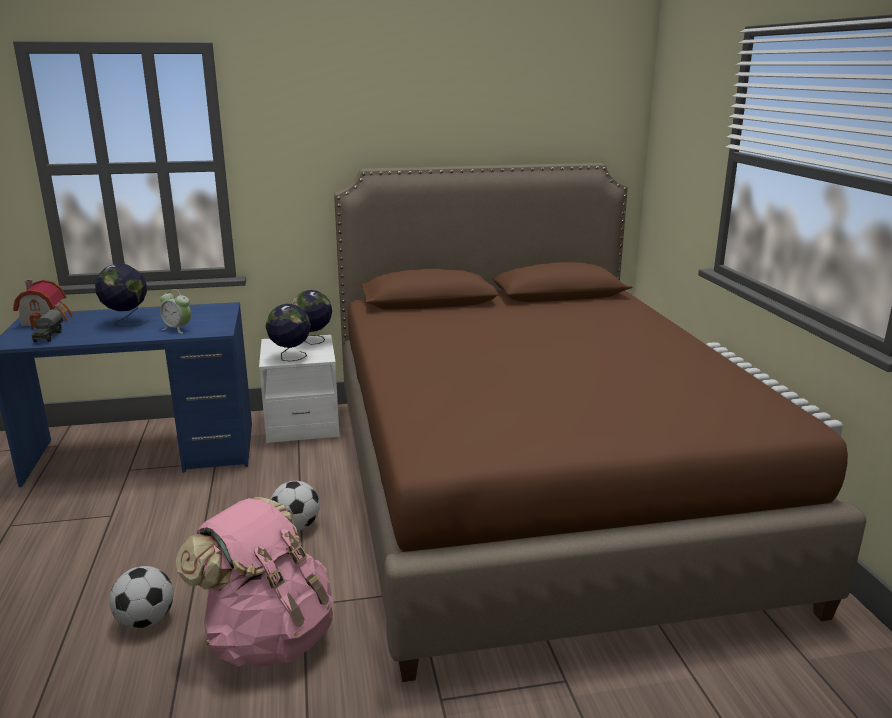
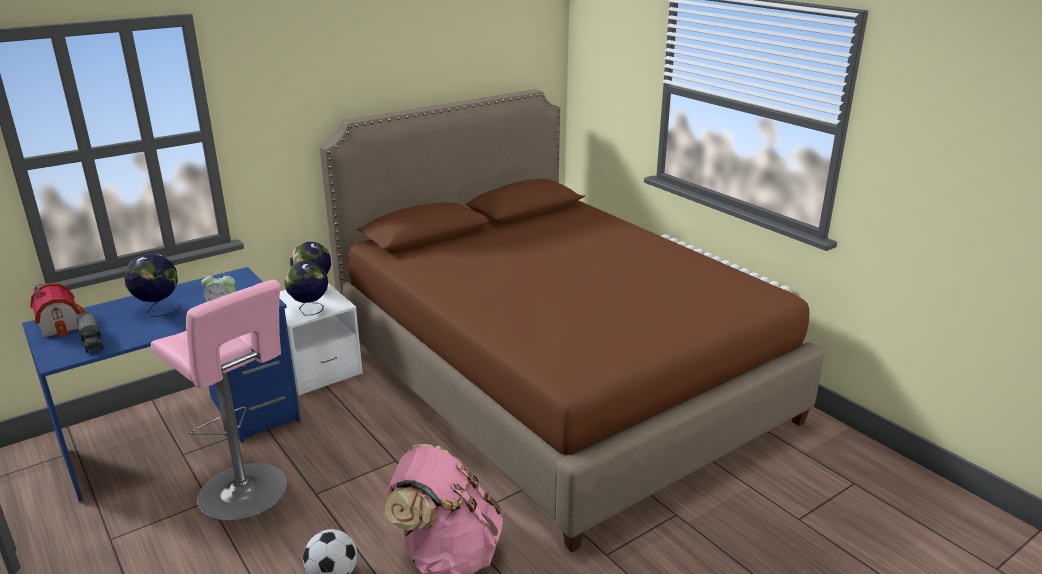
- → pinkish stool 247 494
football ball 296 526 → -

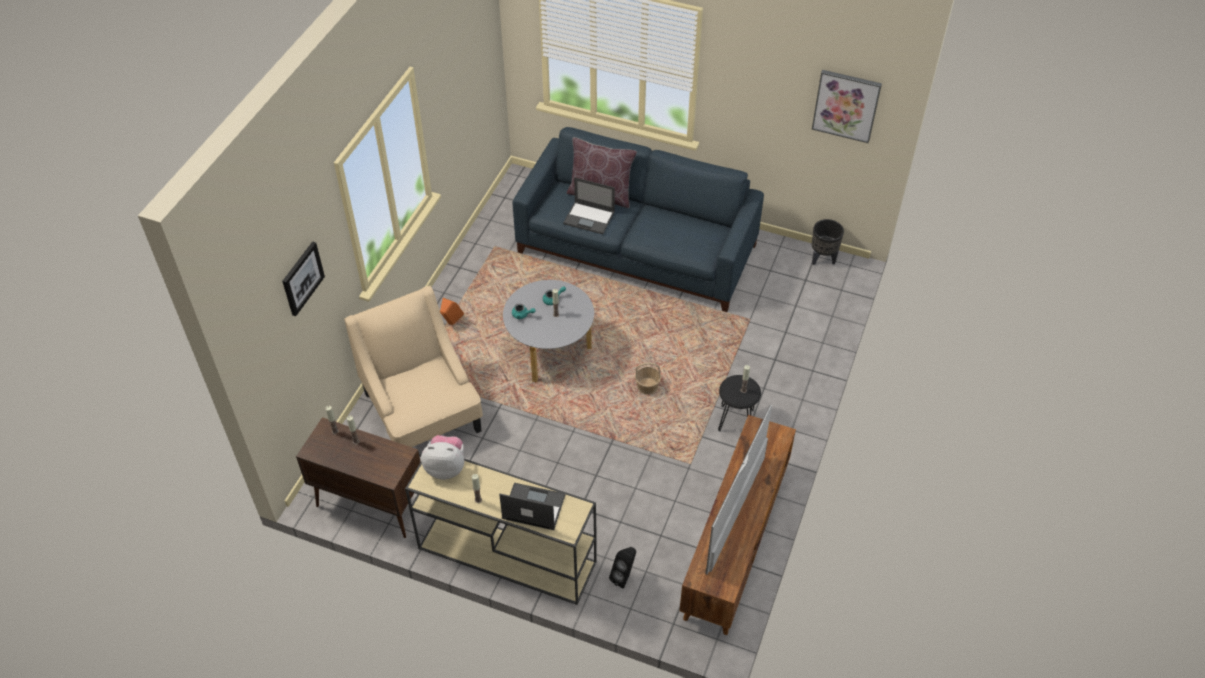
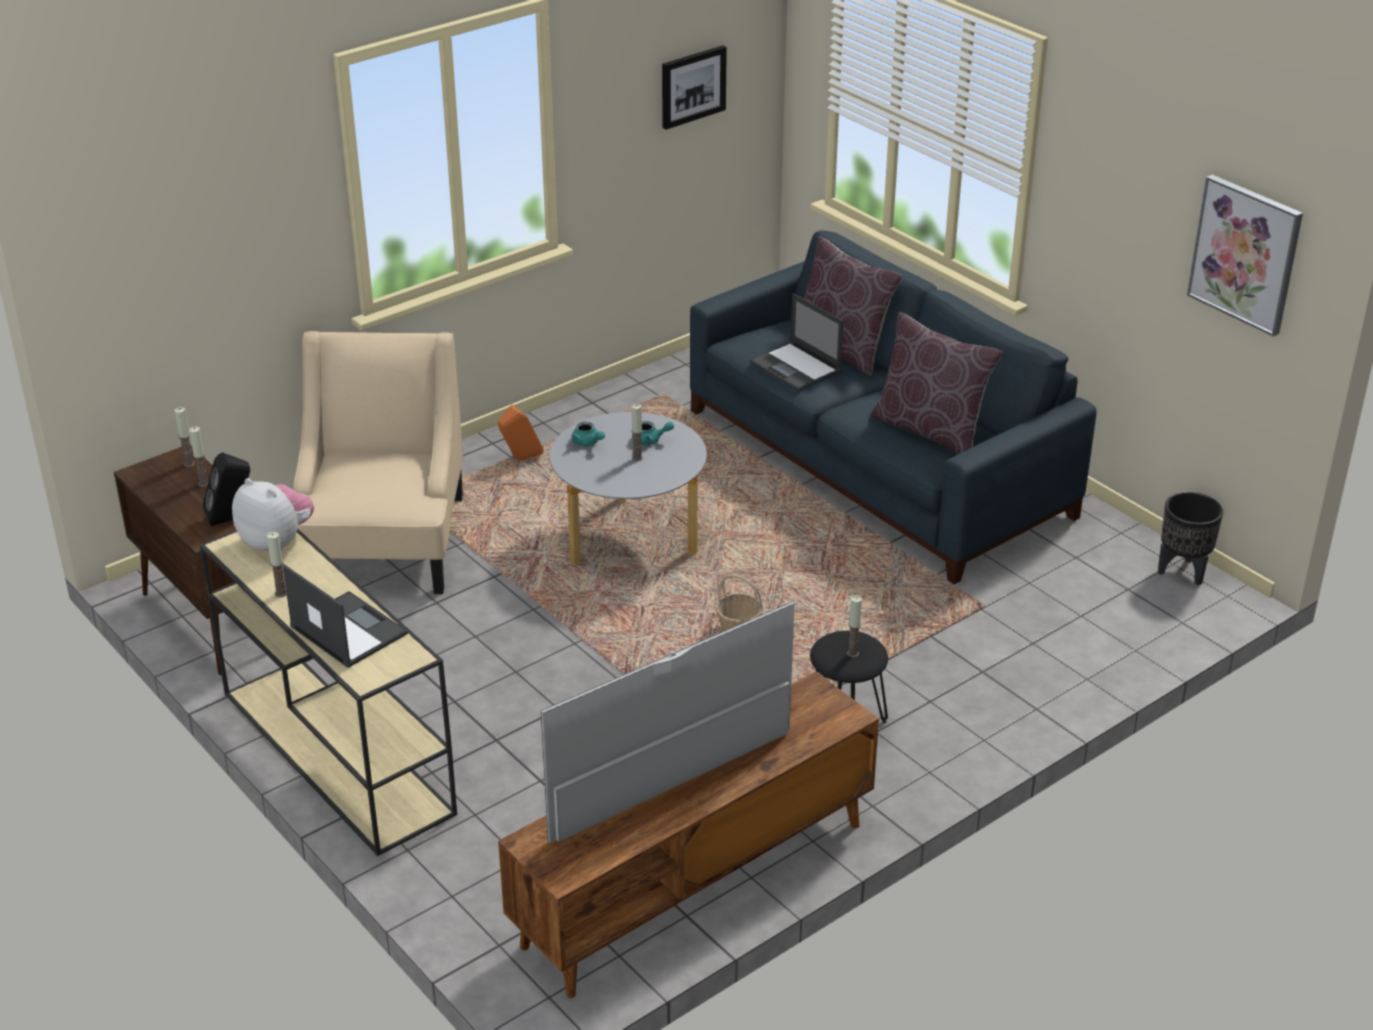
black audio speaker 624 576 → black audio speaker 231 519, move
wall art 302 278 → wall art 692 86, move
- → brown throw pillow 930 430

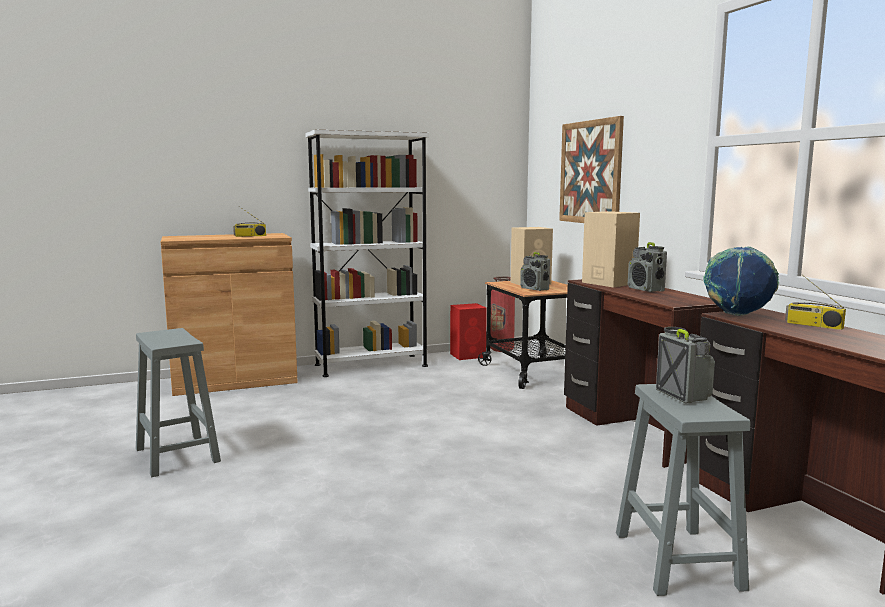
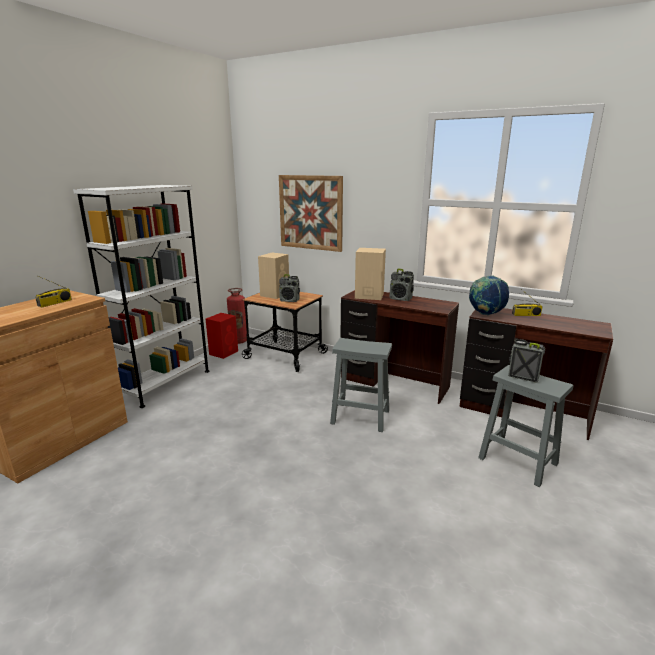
grey stool 176 454 → grey stool 359 417, move

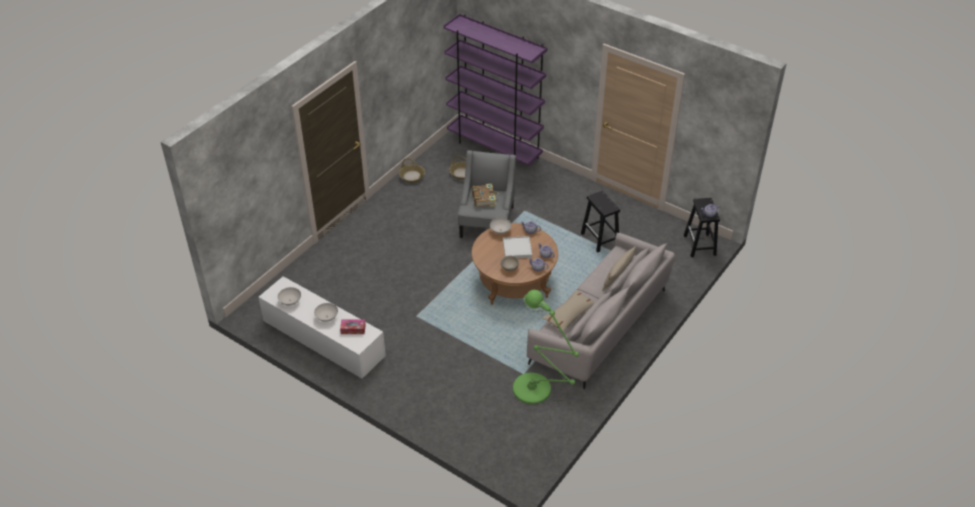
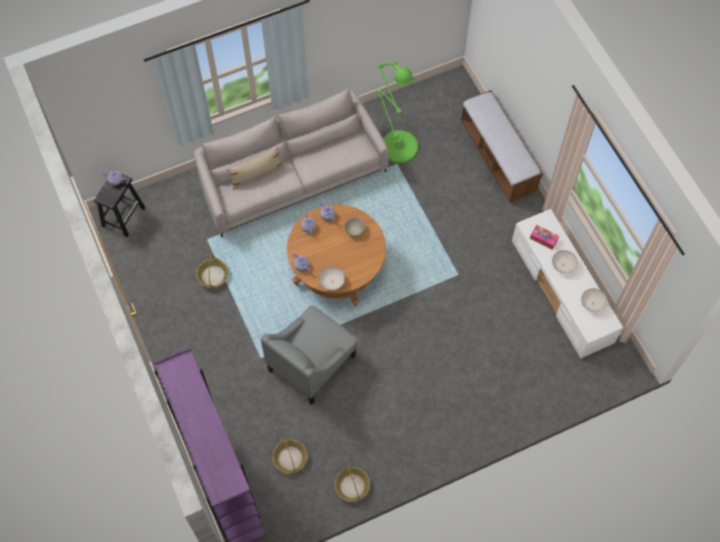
black stool 600 239 → storage basket 212 275
- → bench 498 157
bound book 484 199 → -
whitish serving tray 517 249 → -
beige throw pillow 569 315 → -

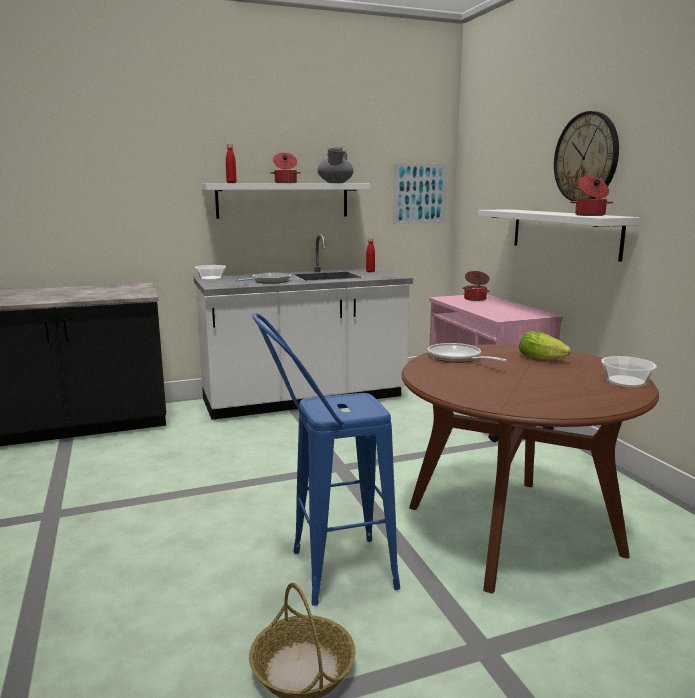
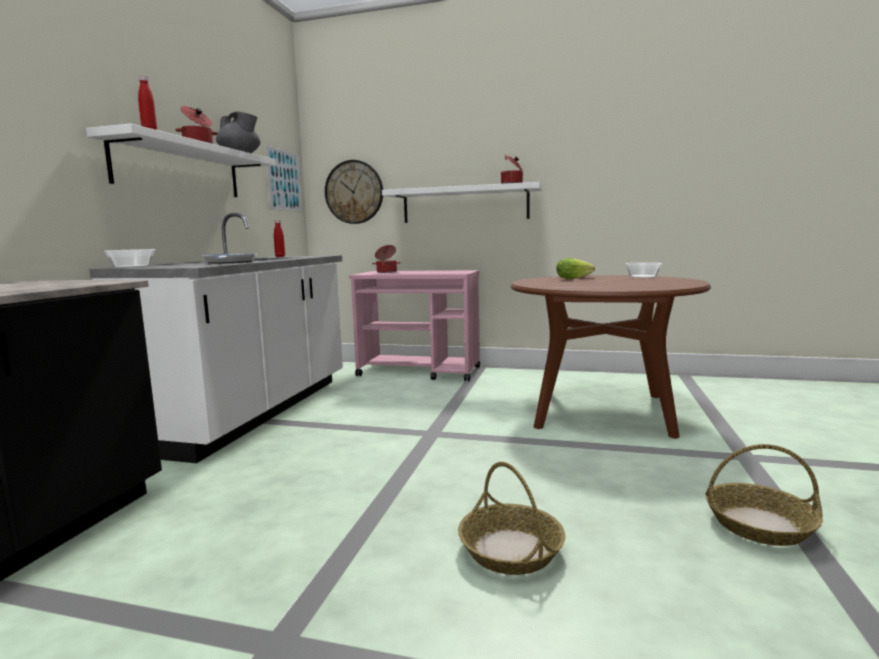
hanging clock 586 157 → hanging clock 354 192, move
- → storage basket 510 550
blue-coloured stool 325 573 → -
skillet 457 358 → -

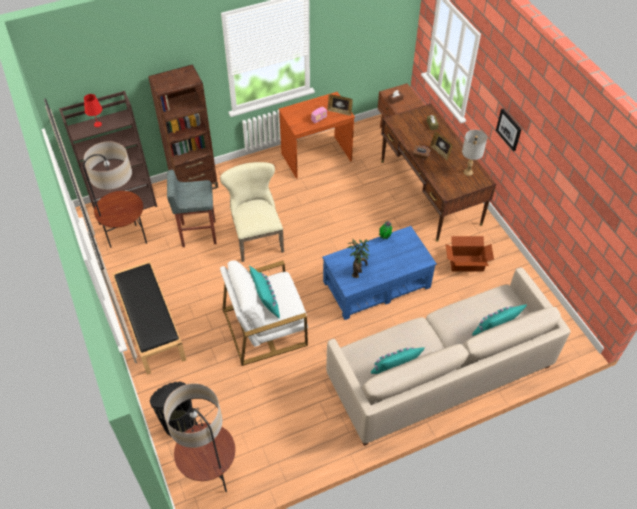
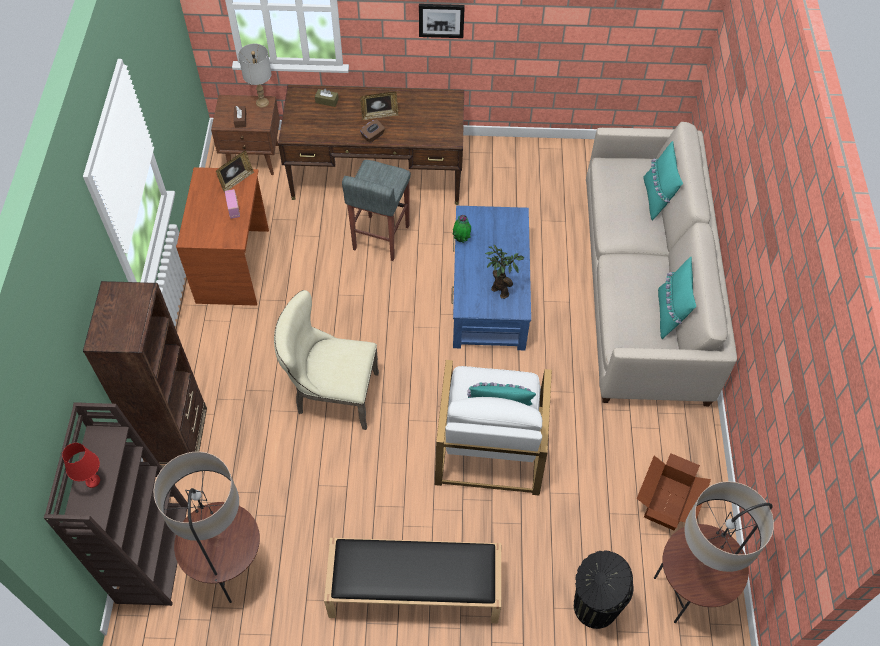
grey table lamp 468 172 → grey table lamp 262 102, move
grey stool 198 233 → grey stool 380 238, move
packing box 466 263 → packing box 668 502, move

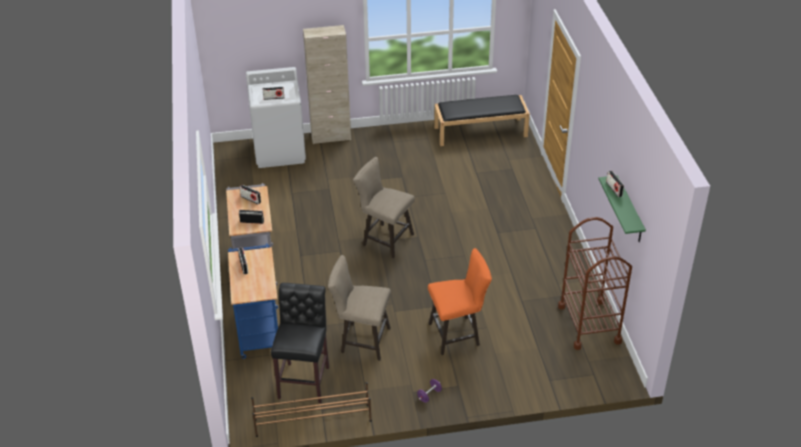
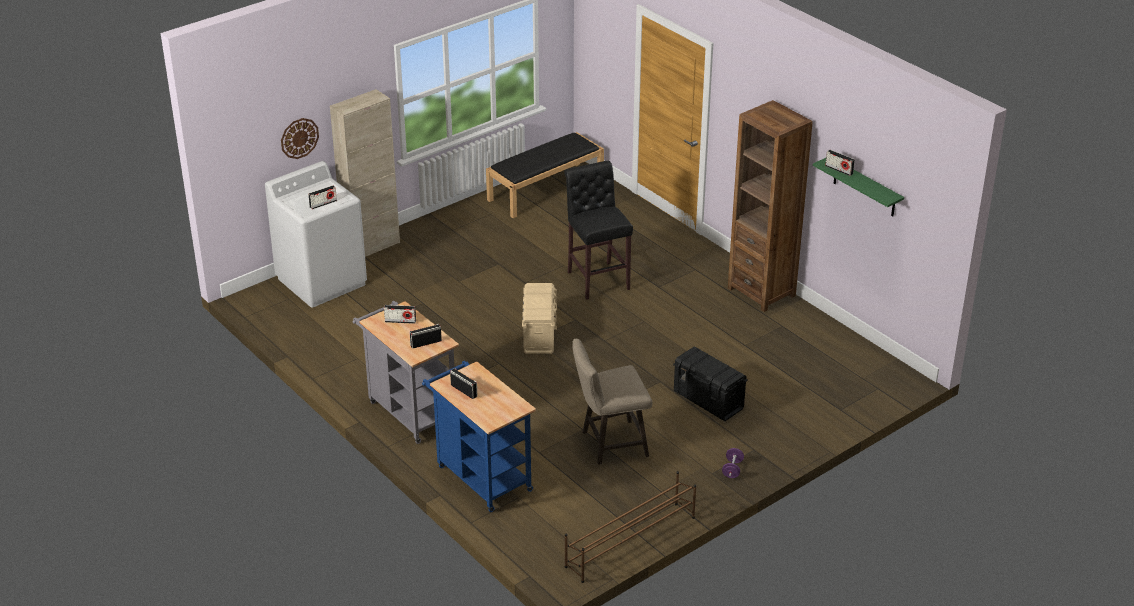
- → hanging clock 299 138
beige stool 384 239 → beige storage container 539 334
black stool 305 380 → black stool 597 279, move
orange-coloured stool 458 334 → black storage container 708 400
- → brown bookcase 761 292
brown wheeled cart 589 324 → -

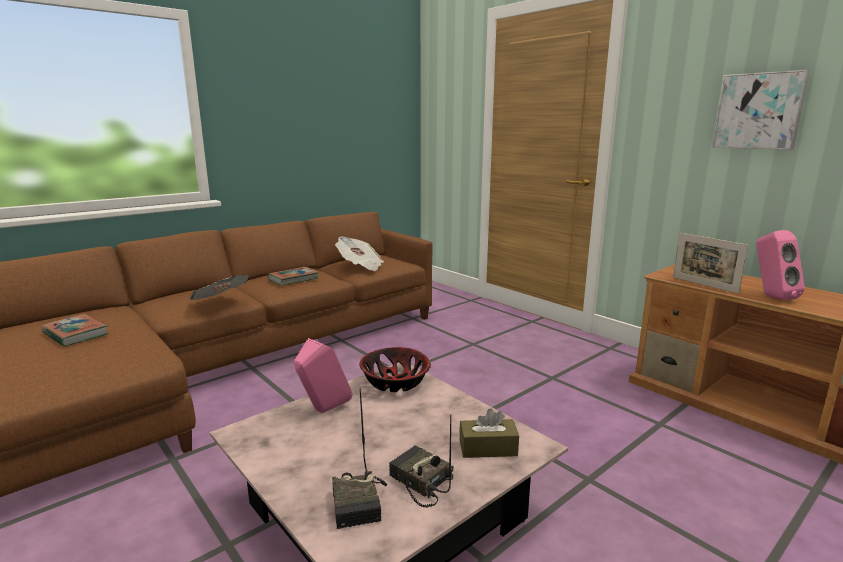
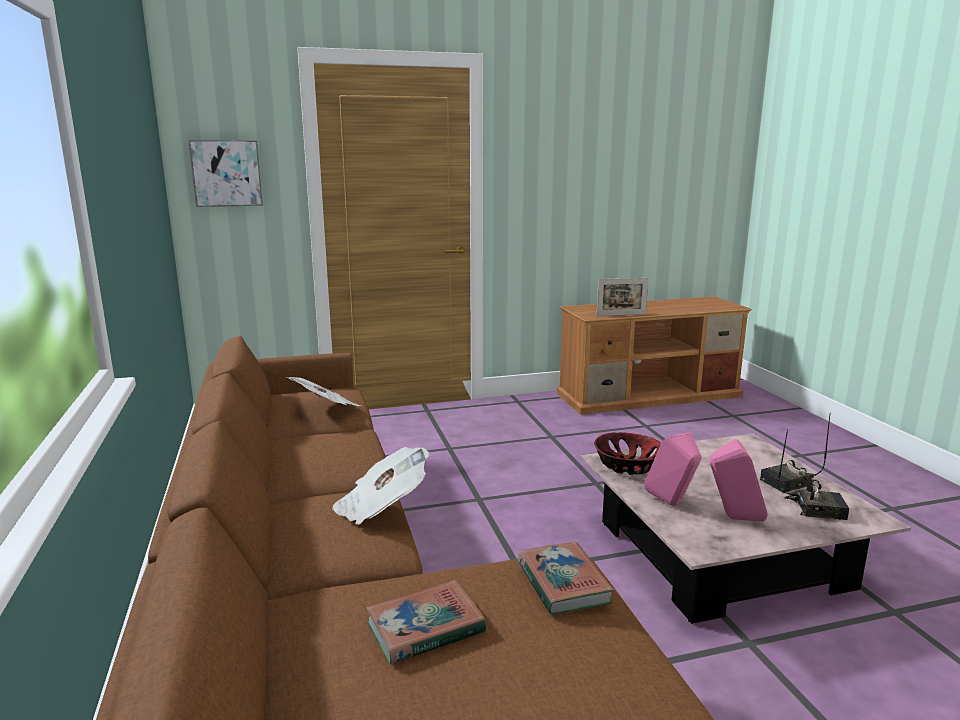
wall art 758 111 → wall art 226 173, move
bound book 293 279 → bound book 563 583, move
pinkish audio speaker 770 296 → pinkish audio speaker 733 518, move
brown tissue holder 488 448 → -

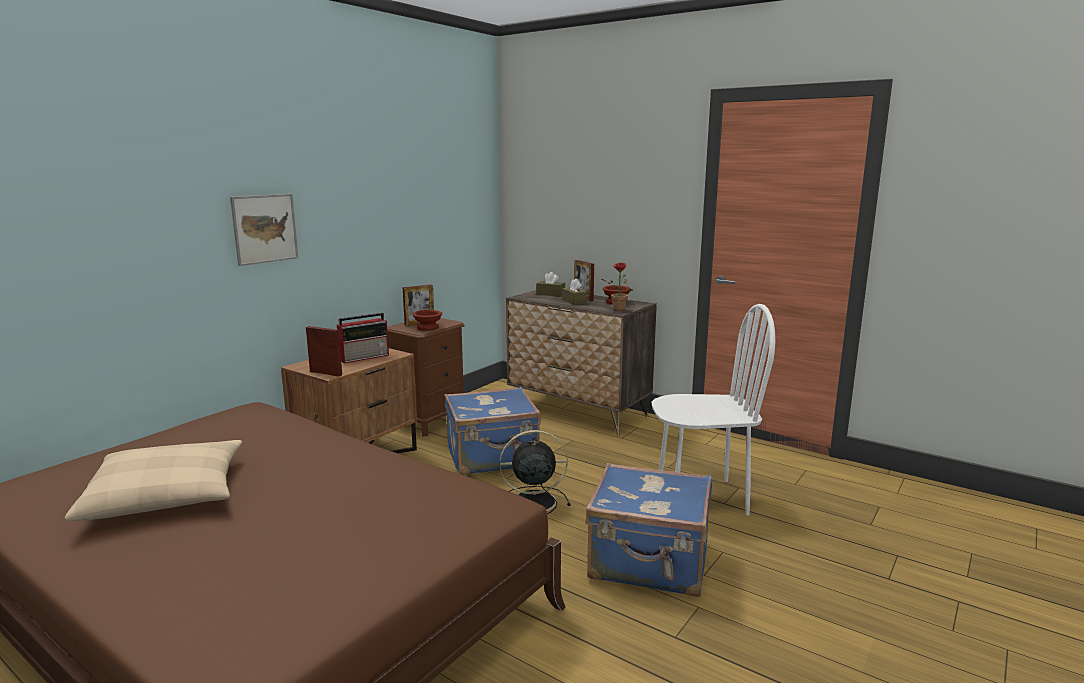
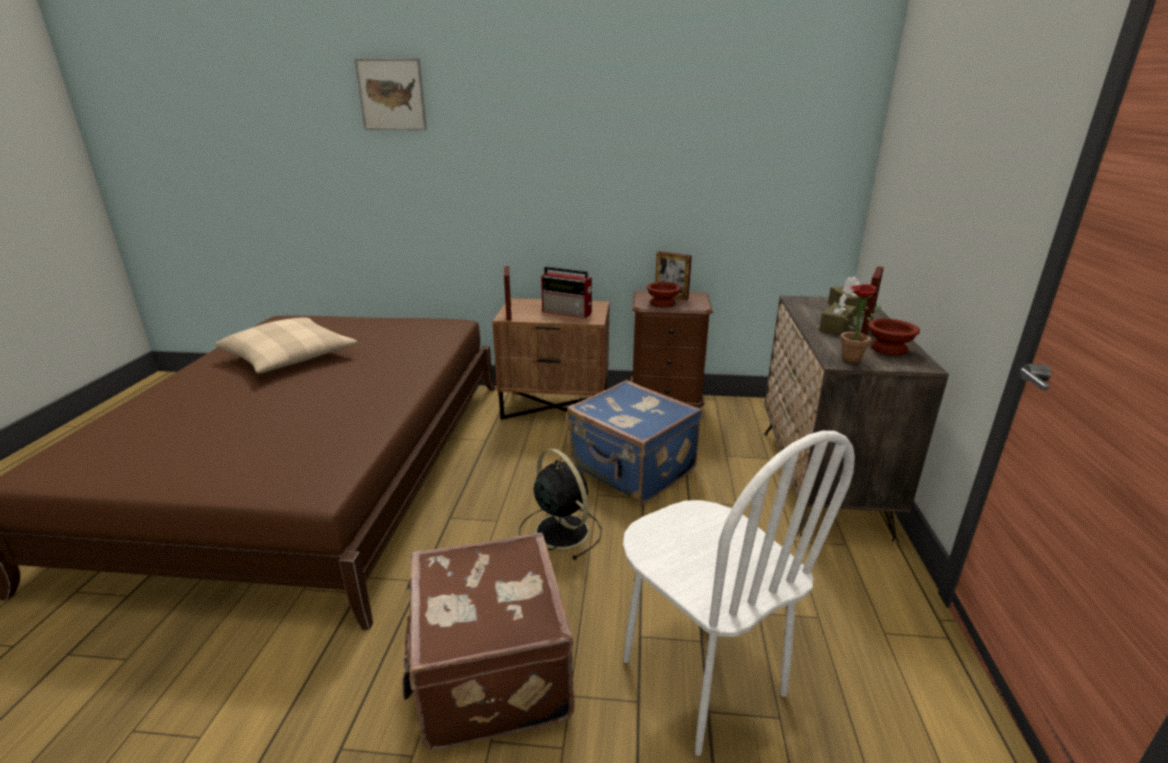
wall art 265 228 → wall art 391 94, move
blue-coloured travel case 649 563 → brown travel case 488 673

